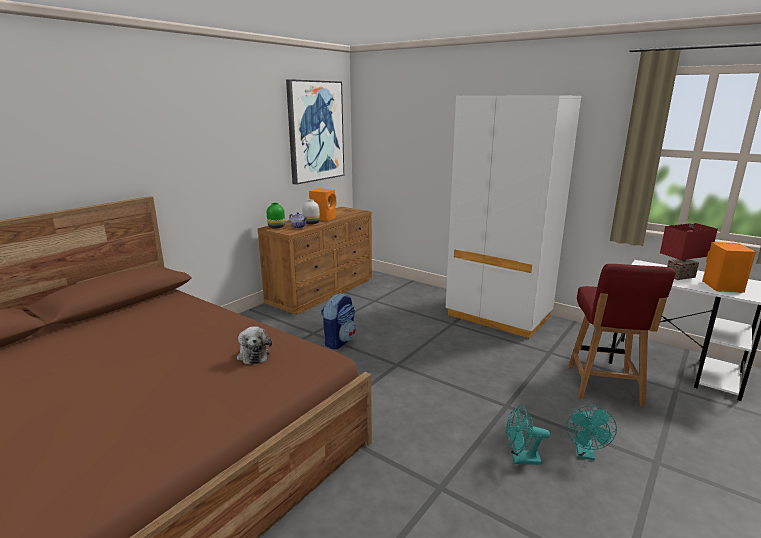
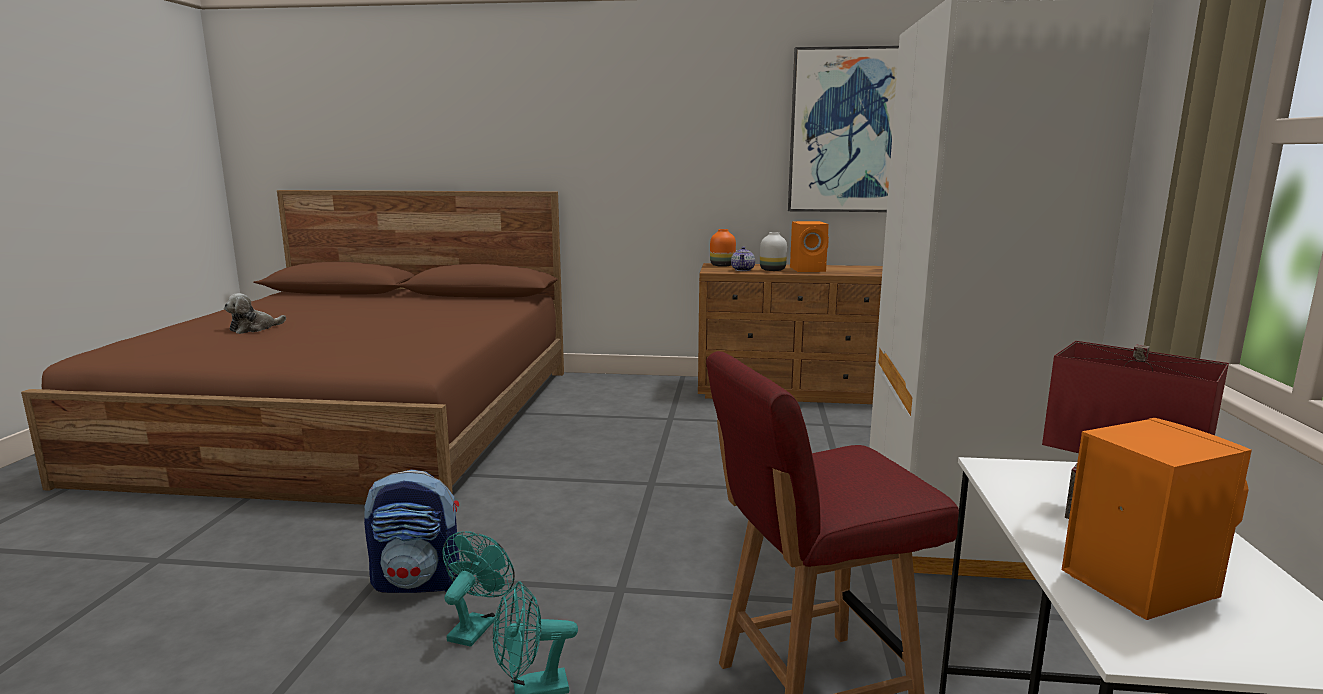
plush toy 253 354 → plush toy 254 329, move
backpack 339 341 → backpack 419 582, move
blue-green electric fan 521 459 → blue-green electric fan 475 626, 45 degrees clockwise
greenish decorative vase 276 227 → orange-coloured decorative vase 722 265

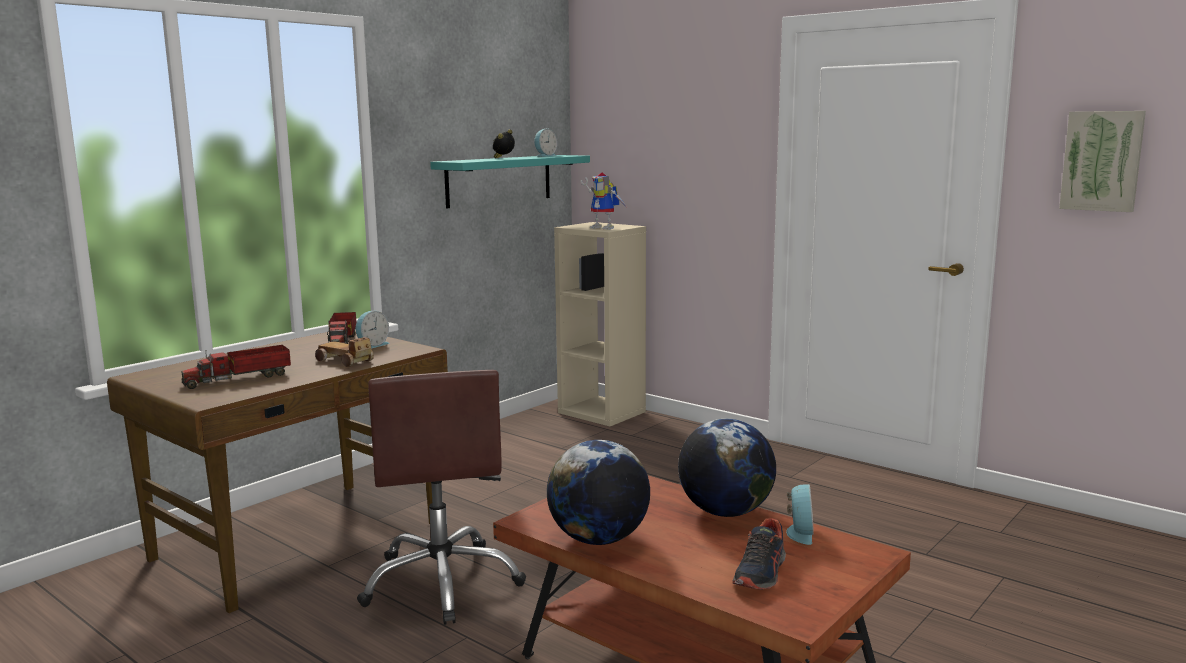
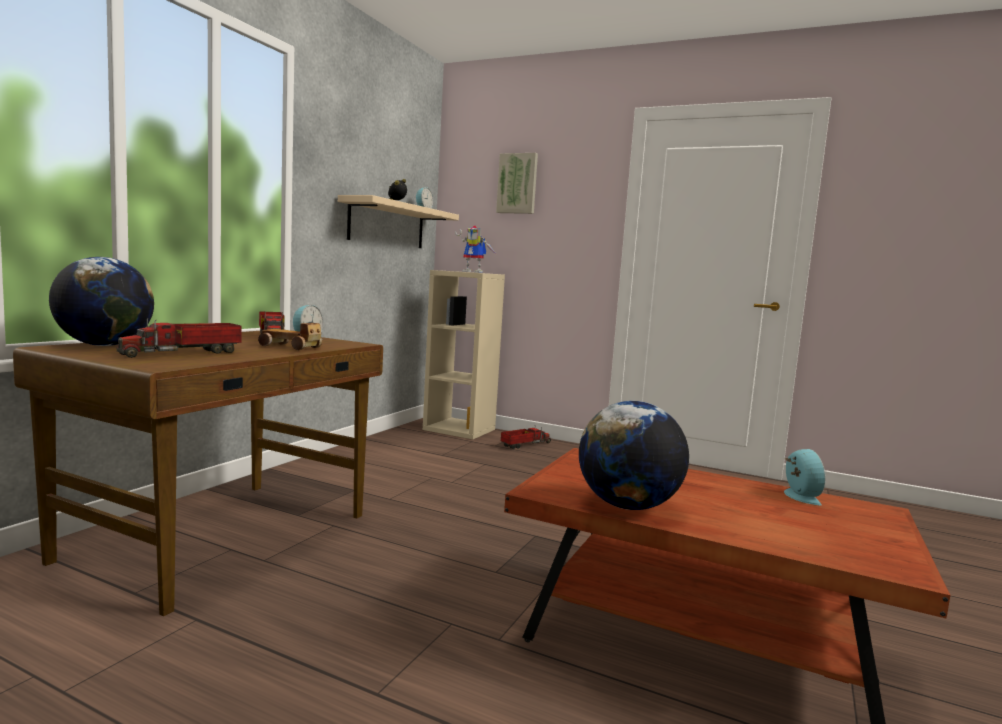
globe 725 512 → globe 104 345, move
blue-green wall shelf 499 180 → beige wall shelf 387 225
wall art 1102 161 → wall art 517 184, move
- → model truck 525 445
brown office chair 442 582 → -
item of footwear 761 573 → -

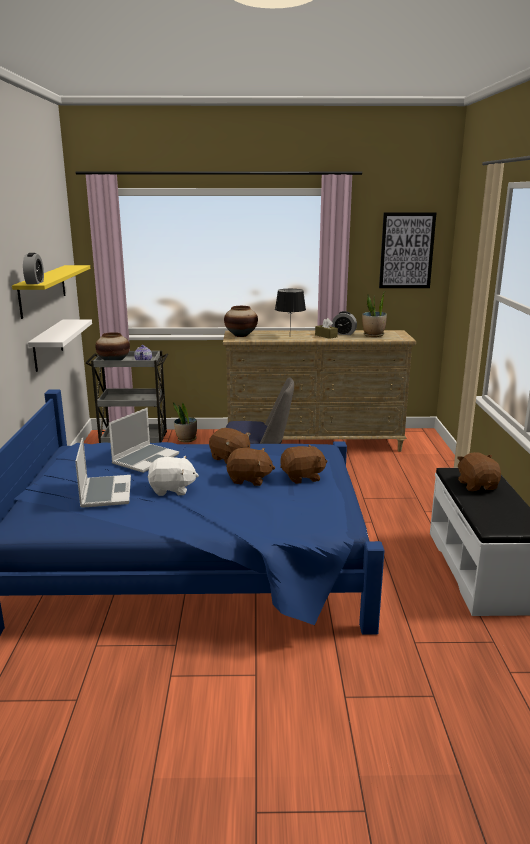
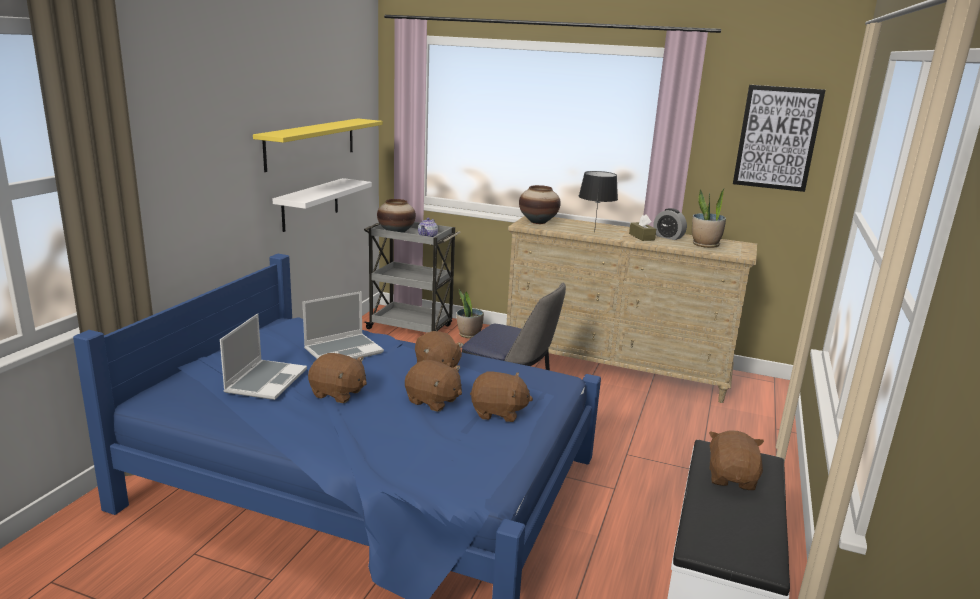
whitish plush toy 172 489 → brown plush toy 338 393
bedside clock 35 282 → -

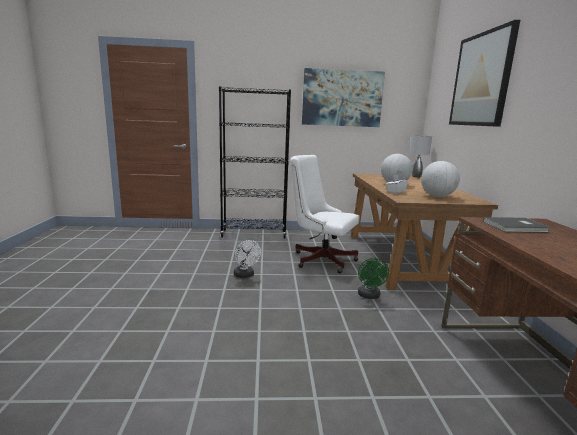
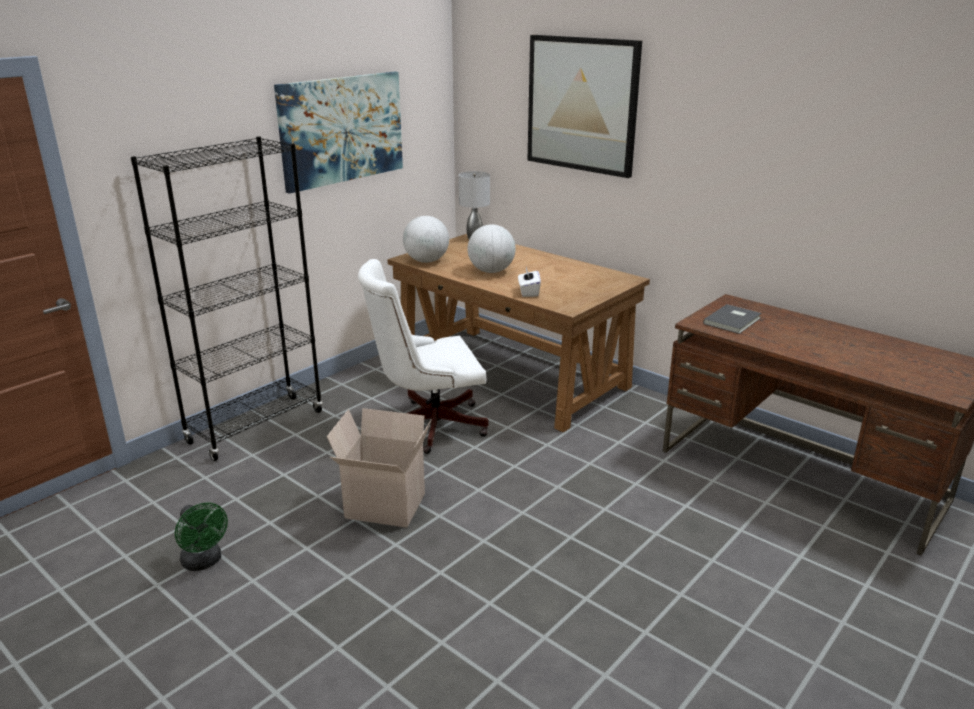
greenish electric fan 369 296 → greenish electric fan 204 562, move
whitish electric fan 245 275 → packing box 383 507
globe 437 196 → globe 426 261, move

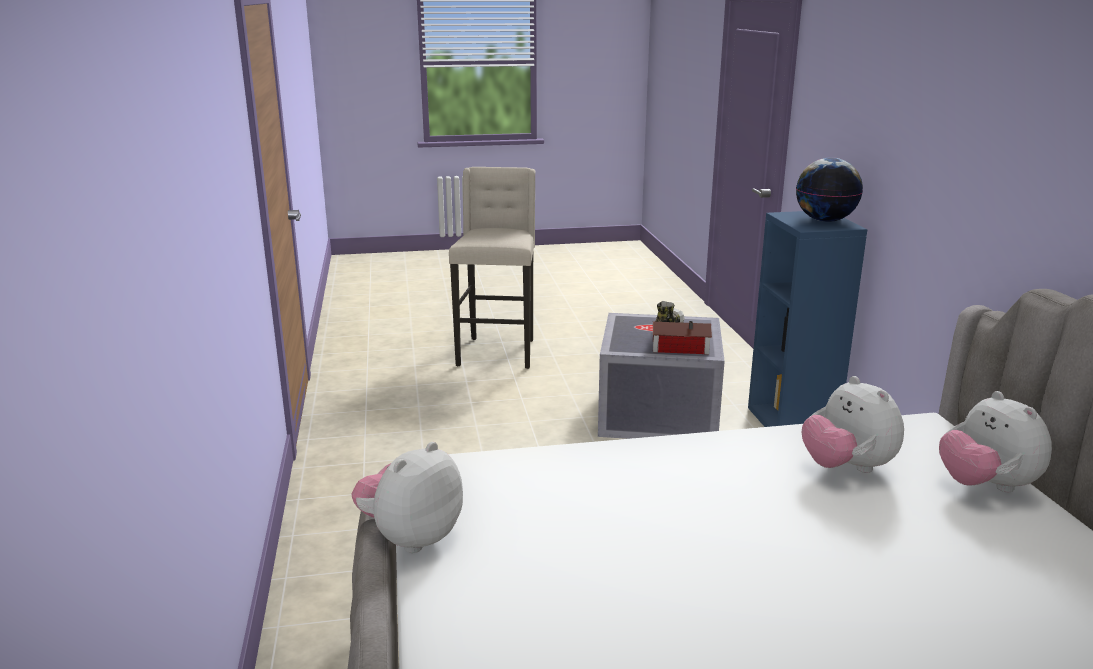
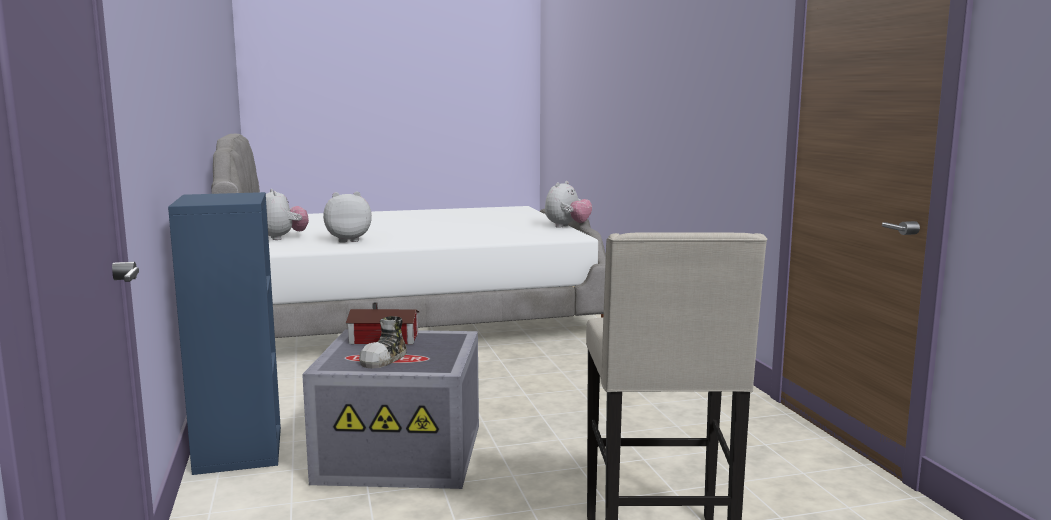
plush toy 847 467 → plush toy 348 240, 75 degrees counterclockwise
globe 825 220 → -

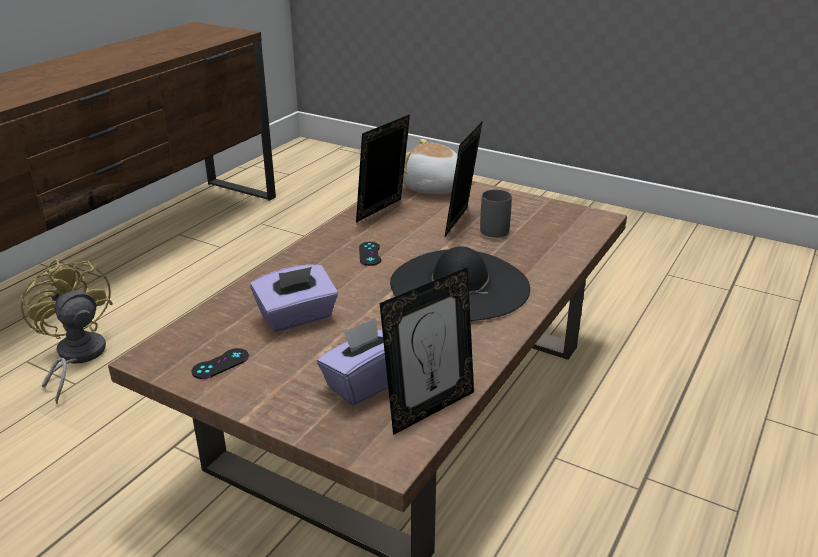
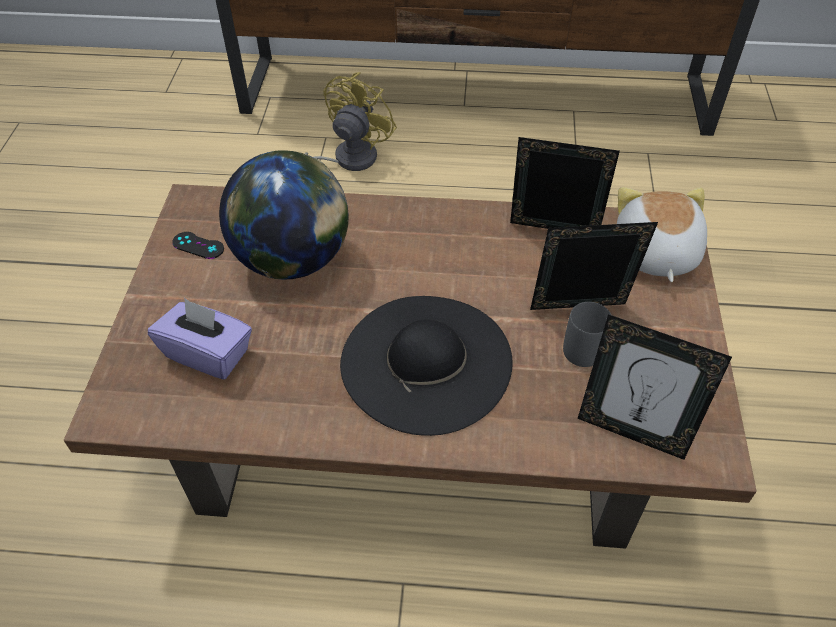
purplish tissue holder 297 317 → globe 293 260
photo frame 429 408 → photo frame 632 431, move
black game controller 370 254 → -

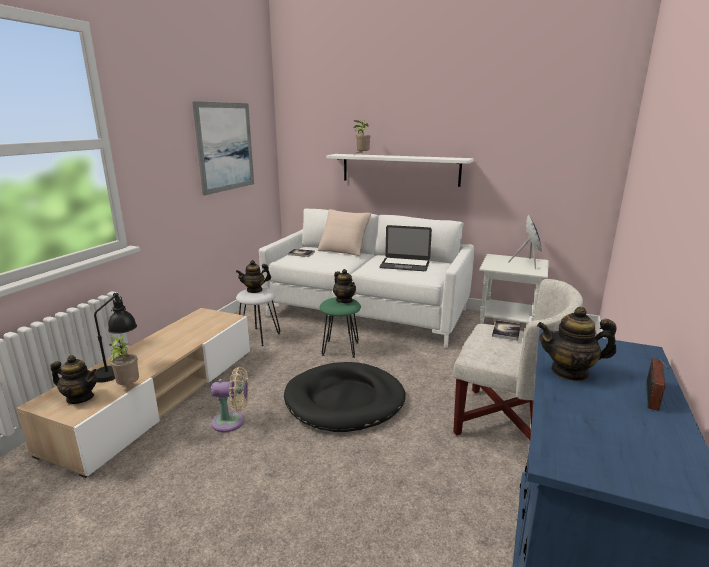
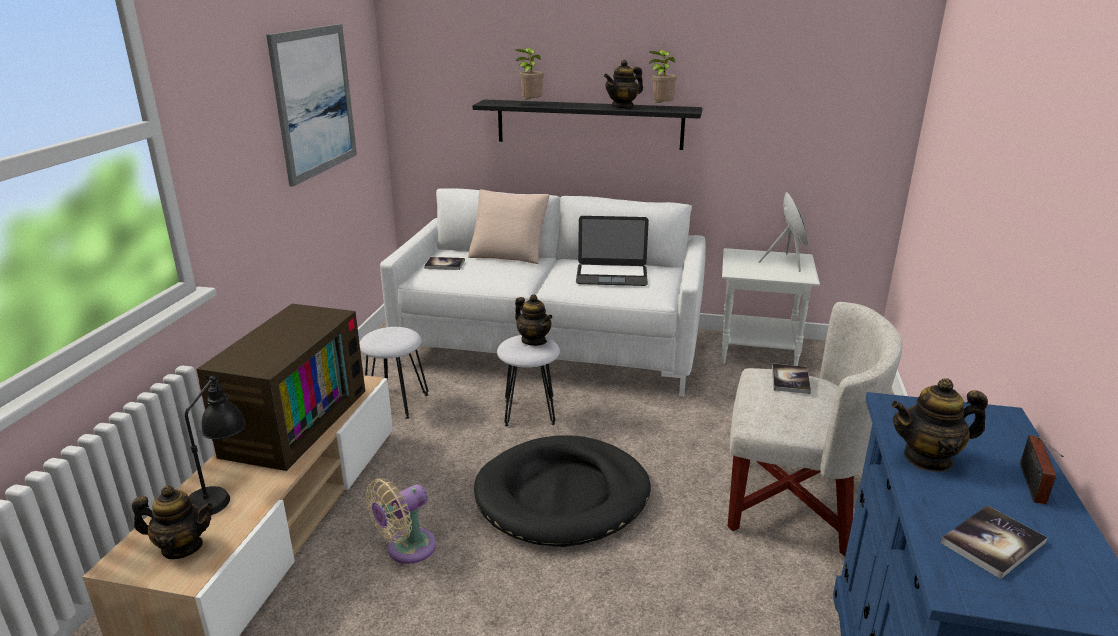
- → TV set 293 420
beige electric fan 232 422 → beige electric fan 406 549, 150 degrees clockwise
whitish wall shelf 400 169 → black wall shelf 589 124
greenish stool 340 348 → whitish stool 529 411
teapot 254 290 → teapot 623 107, move
plant in a pot 128 386 → plant in a pot 661 108, move
- → bound book 992 543

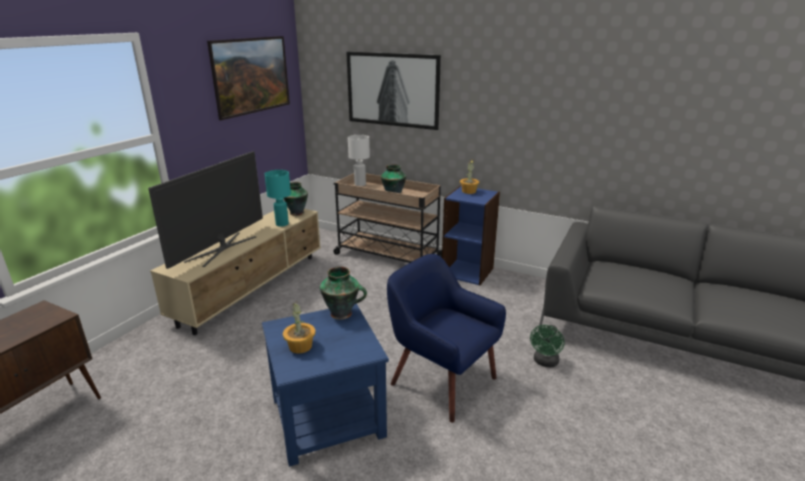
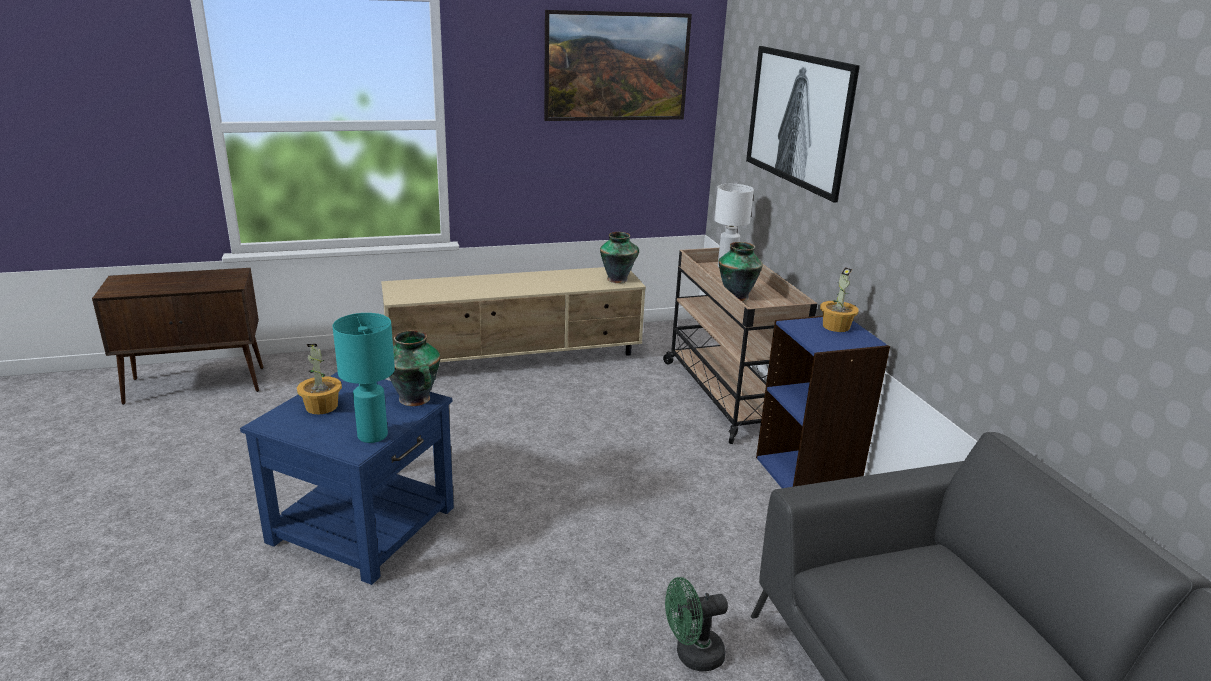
blue-green table lamp 281 224 → blue-green table lamp 372 435, move
TV set 222 248 → -
blue-coloured easy chair 441 381 → -

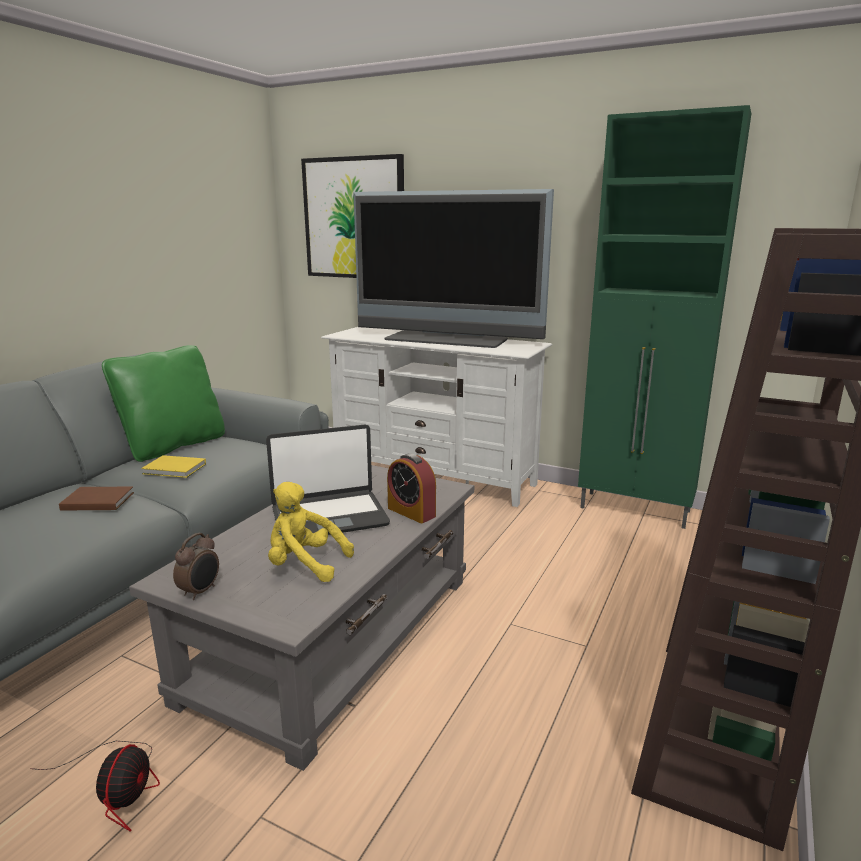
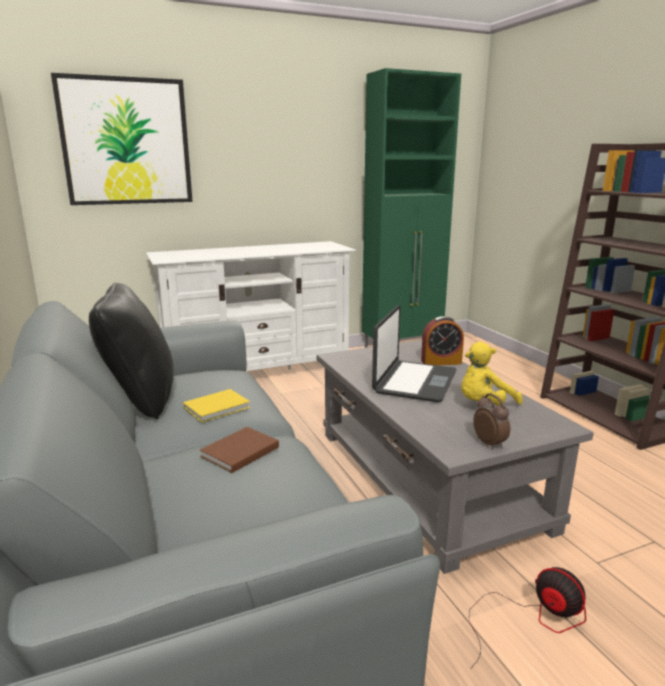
greenish throw pillow 173 445 → black throw pillow 141 399
TV set 446 339 → -

